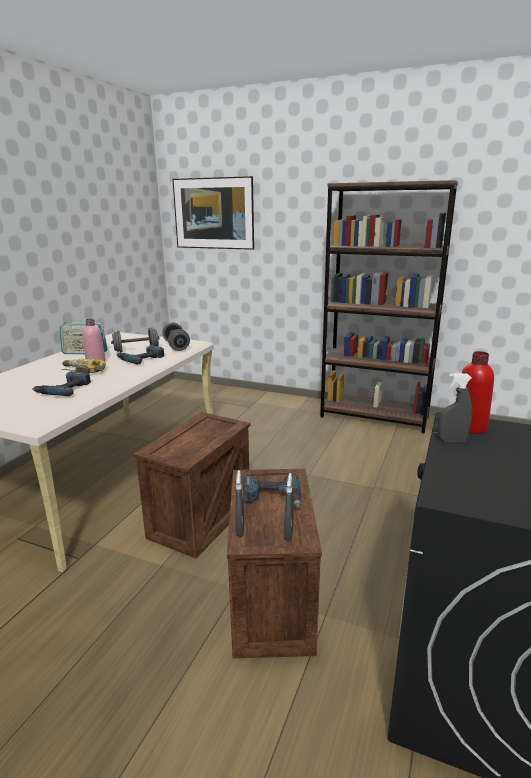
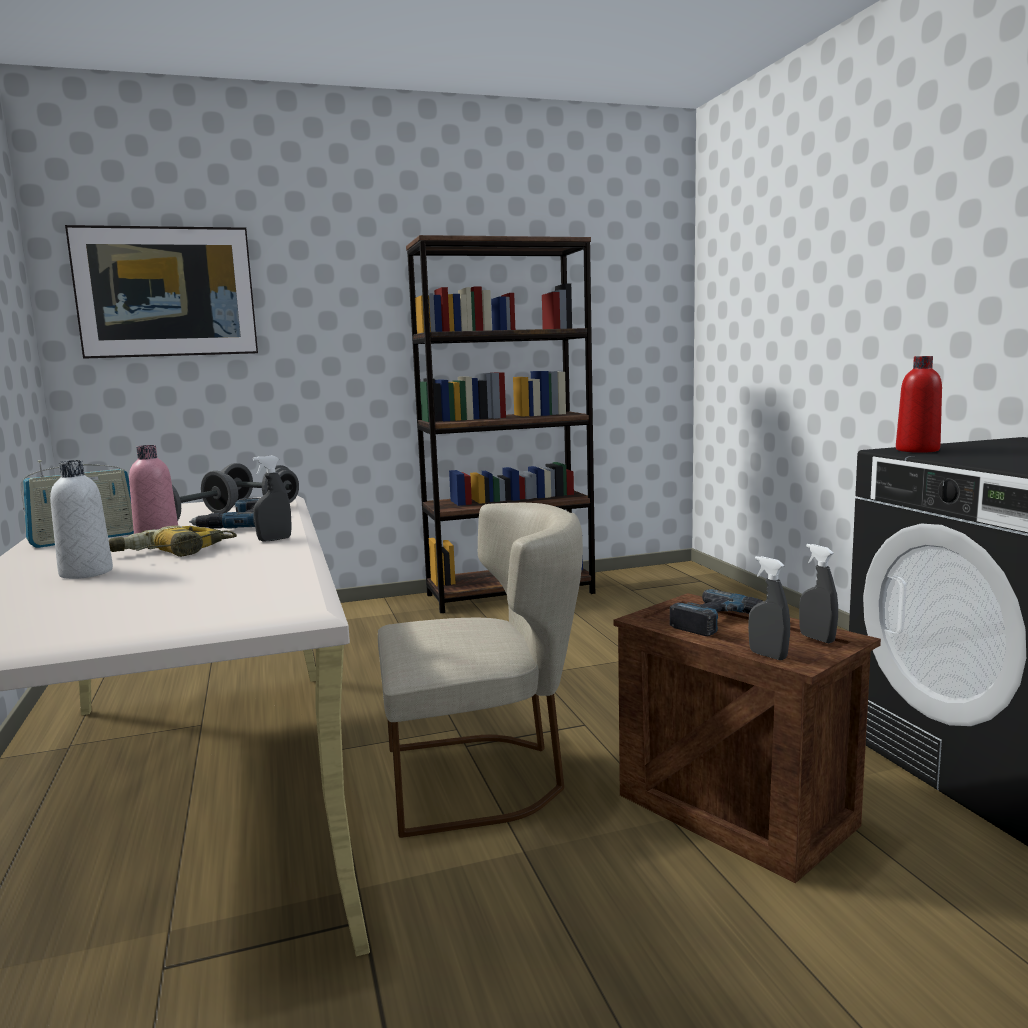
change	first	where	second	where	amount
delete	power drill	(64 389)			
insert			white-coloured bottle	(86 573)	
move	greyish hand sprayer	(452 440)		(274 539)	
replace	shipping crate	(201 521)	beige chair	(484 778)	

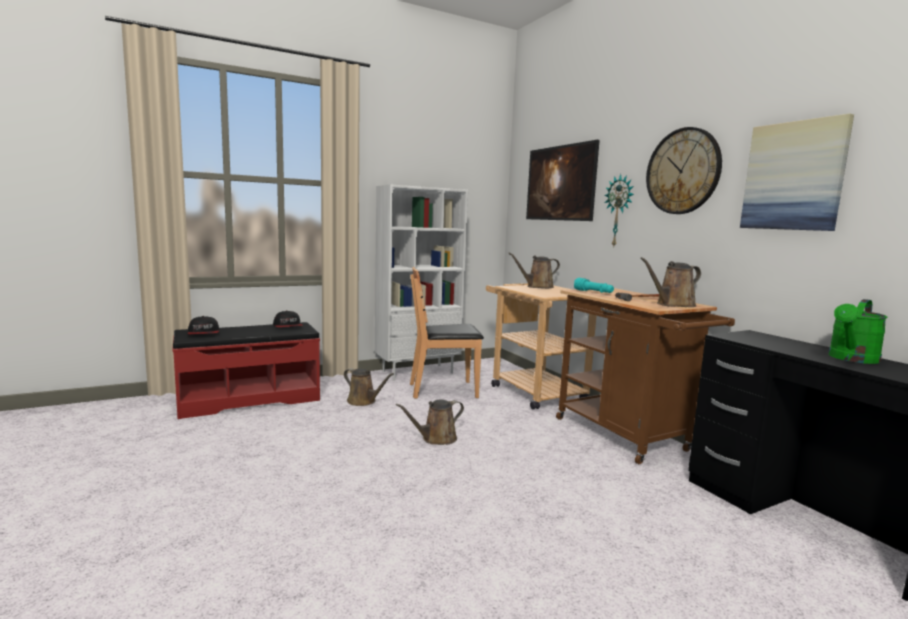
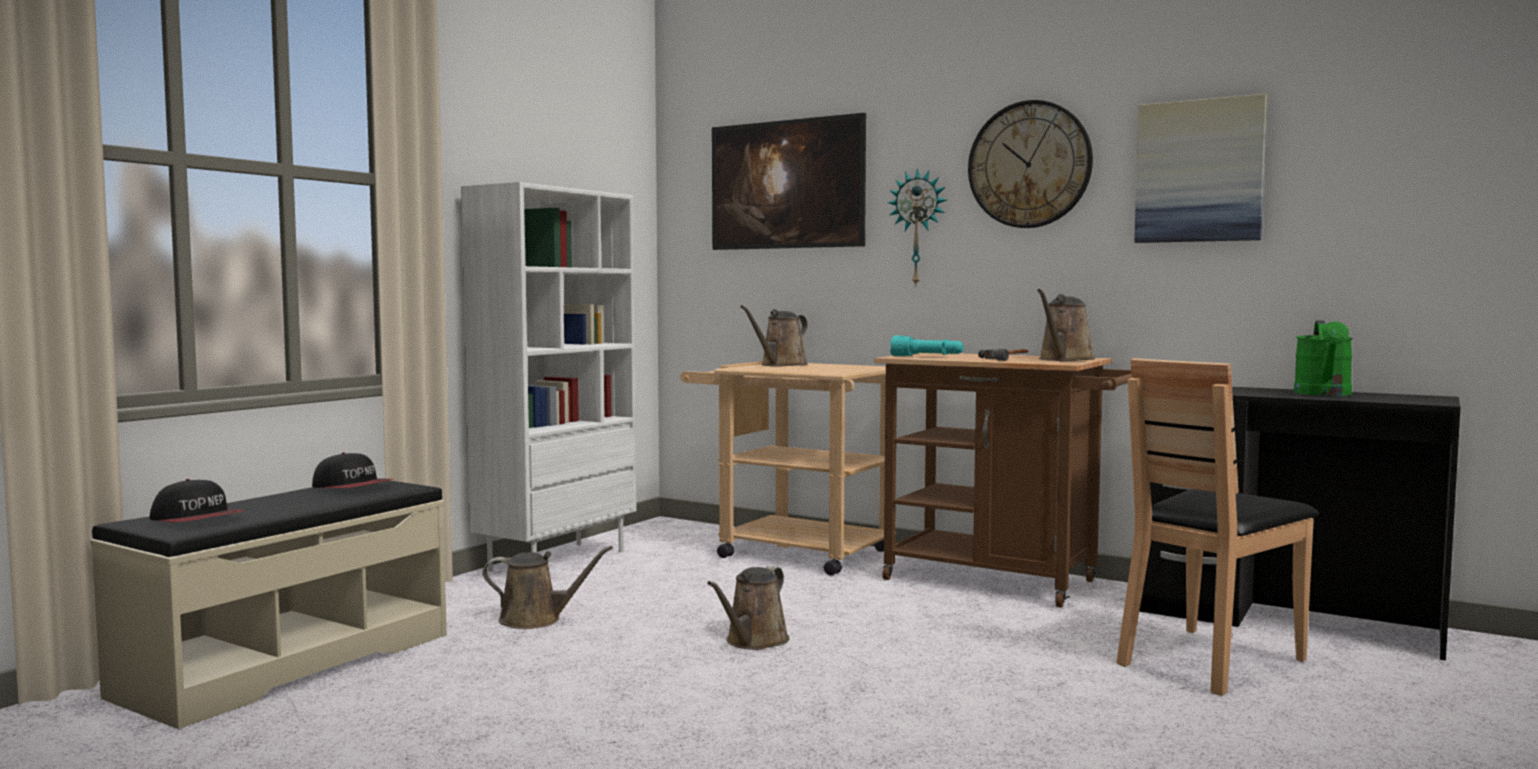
change	first	where	second	where	amount
move	brown chair	(444 390)		(1209 660)	
recolor	red indoor bench	(249 399)	beige indoor bench	(286 664)	

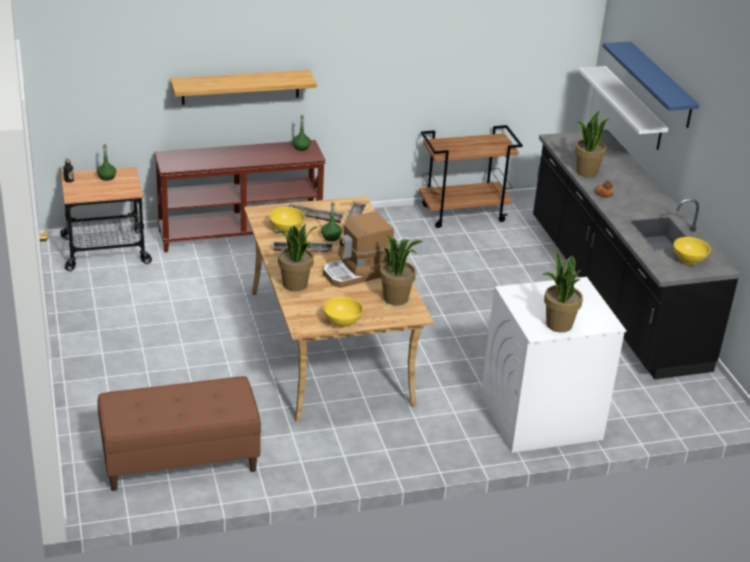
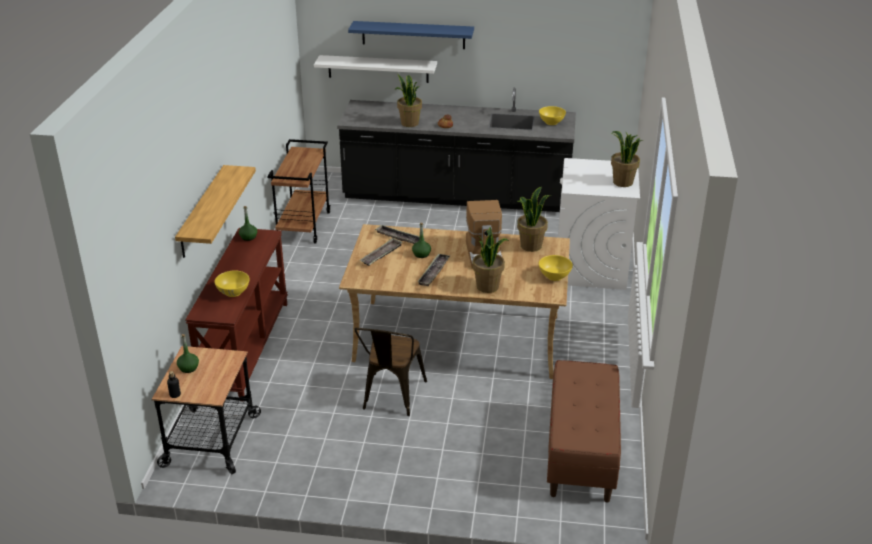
change	first	where	second	where	amount
insert			brown chair	(391 398)	
move	yellowish bowl	(286 229)		(233 292)	

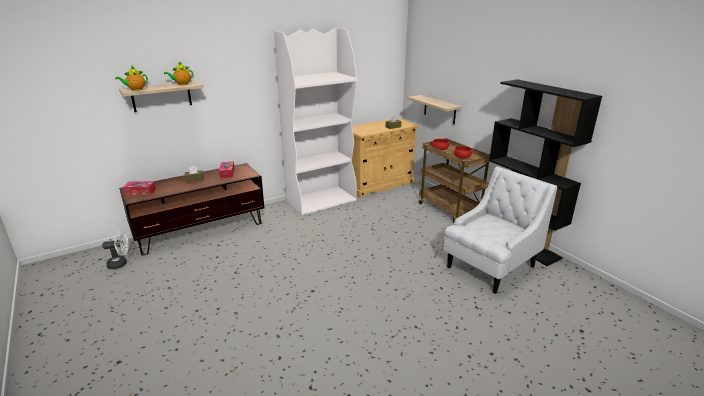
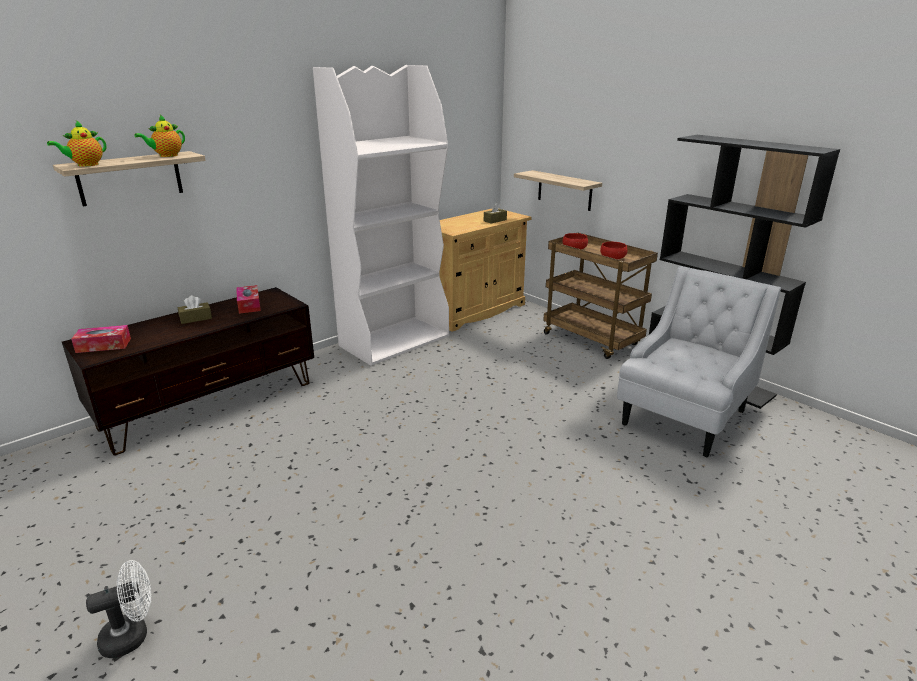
change	first	where	second	where	amount
move	white-coloured electric fan	(120 263)		(132 635)	

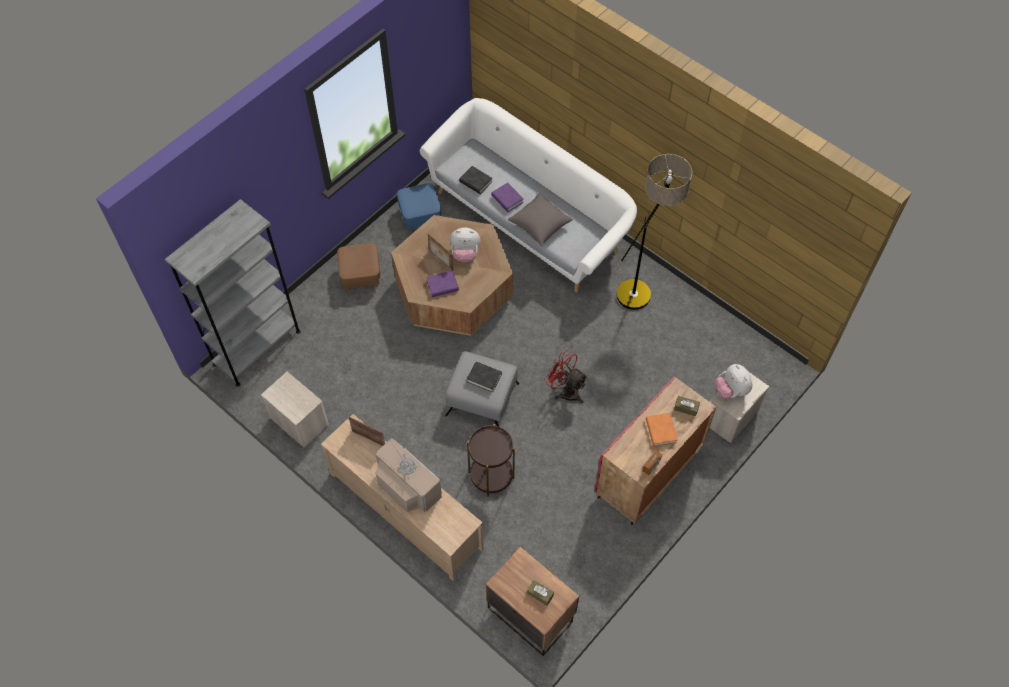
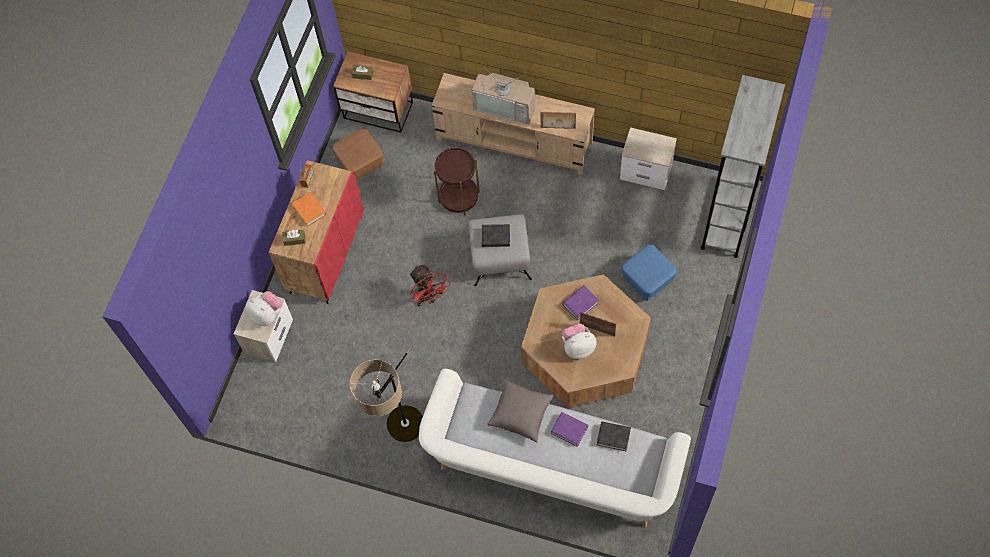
change	first	where	second	where	amount
move	brown ottoman	(361 275)		(360 163)	
move	blue ottoman	(420 216)		(647 280)	
rotate	red electric fan	(565 390)		(429 297)	45 degrees clockwise

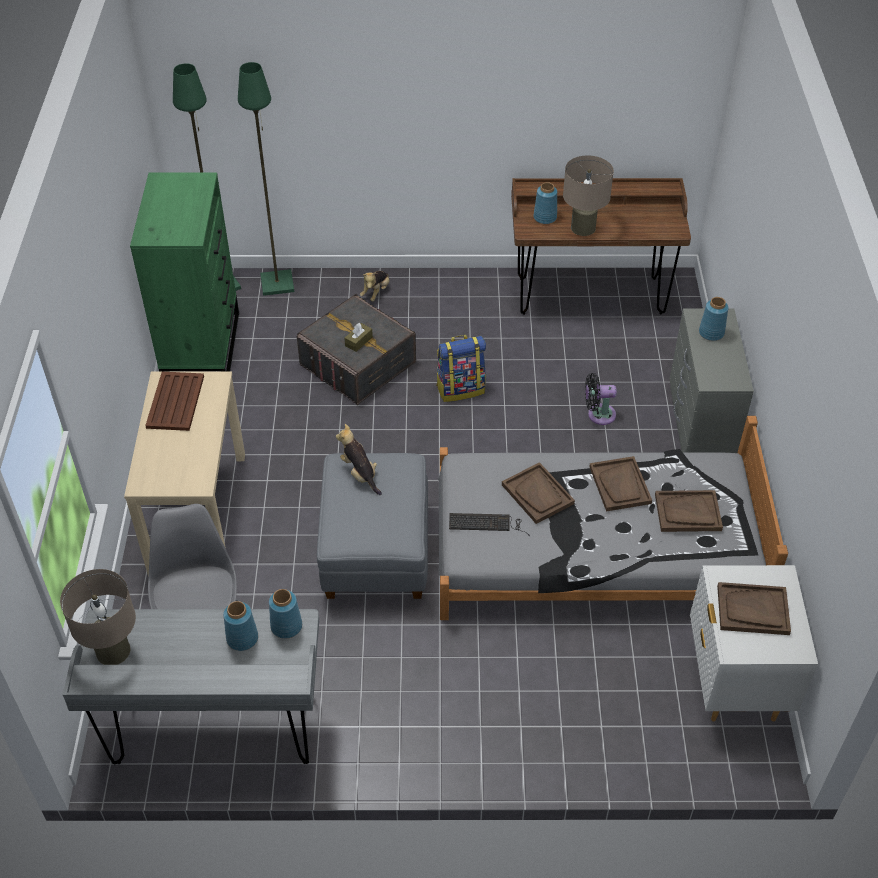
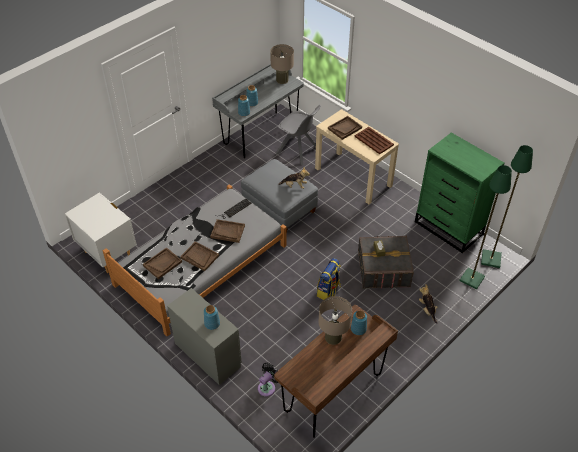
change	first	where	second	where	amount
move	black electric fan	(598 414)		(268 387)	
move	brown serving tray	(752 610)		(344 128)	

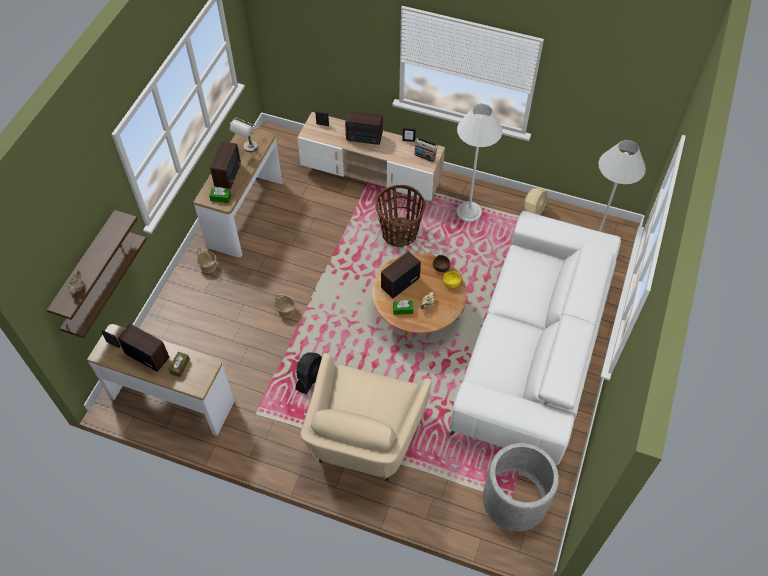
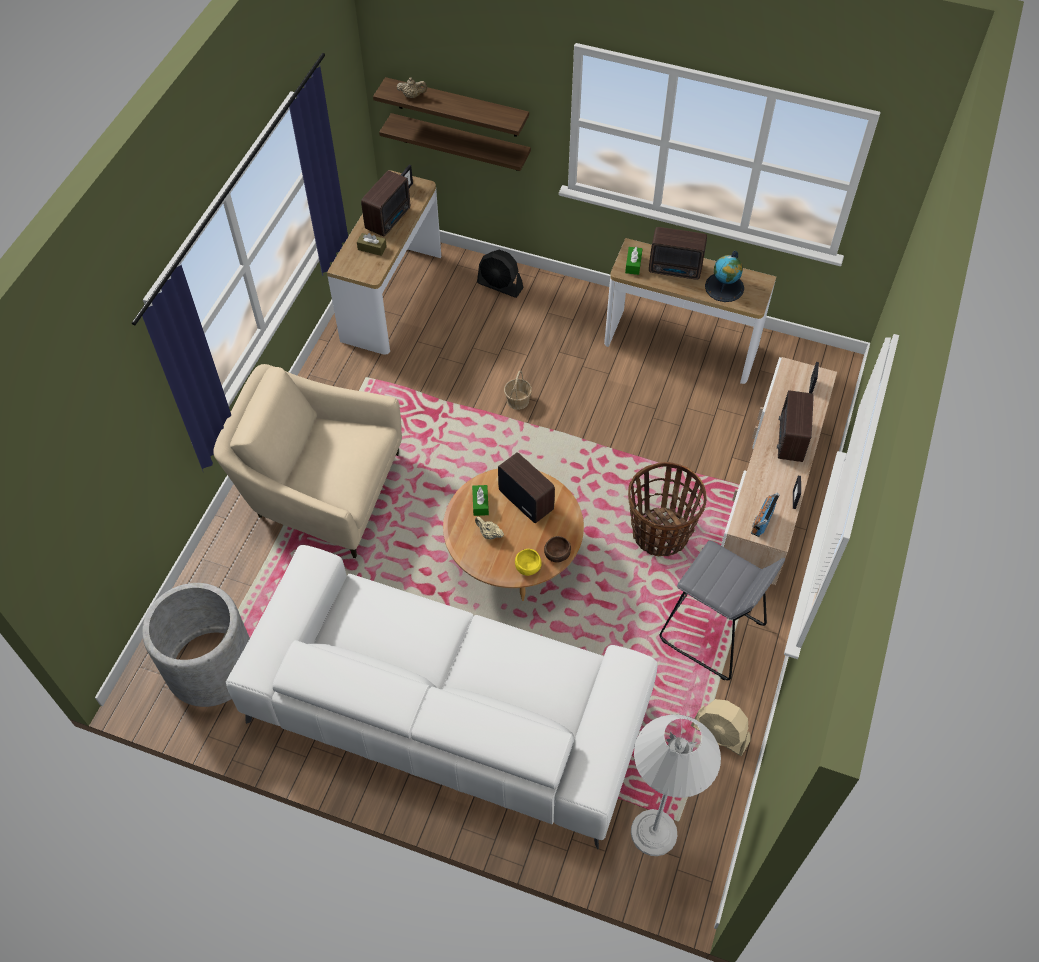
change	first	where	second	where	amount
delete	household basket	(208 266)			
move	black electric fan	(310 377)		(500 286)	
replace	greyish lamp for a table	(248 150)	desk globe	(724 287)	
replace	white-coloured standing lamp	(469 212)	greyish stool seat	(712 633)	

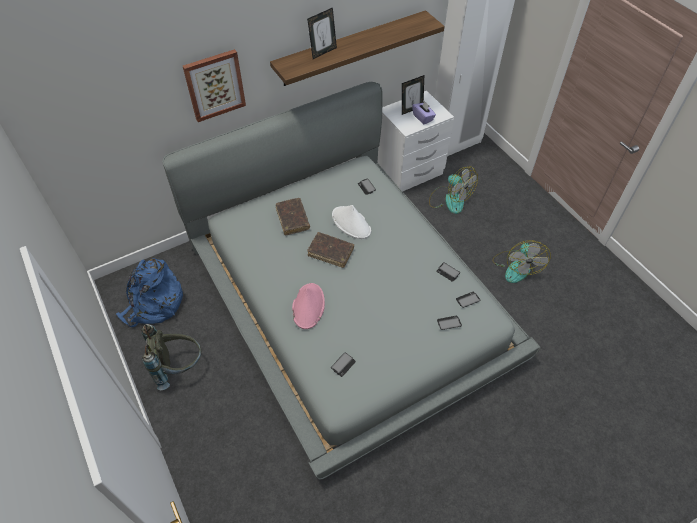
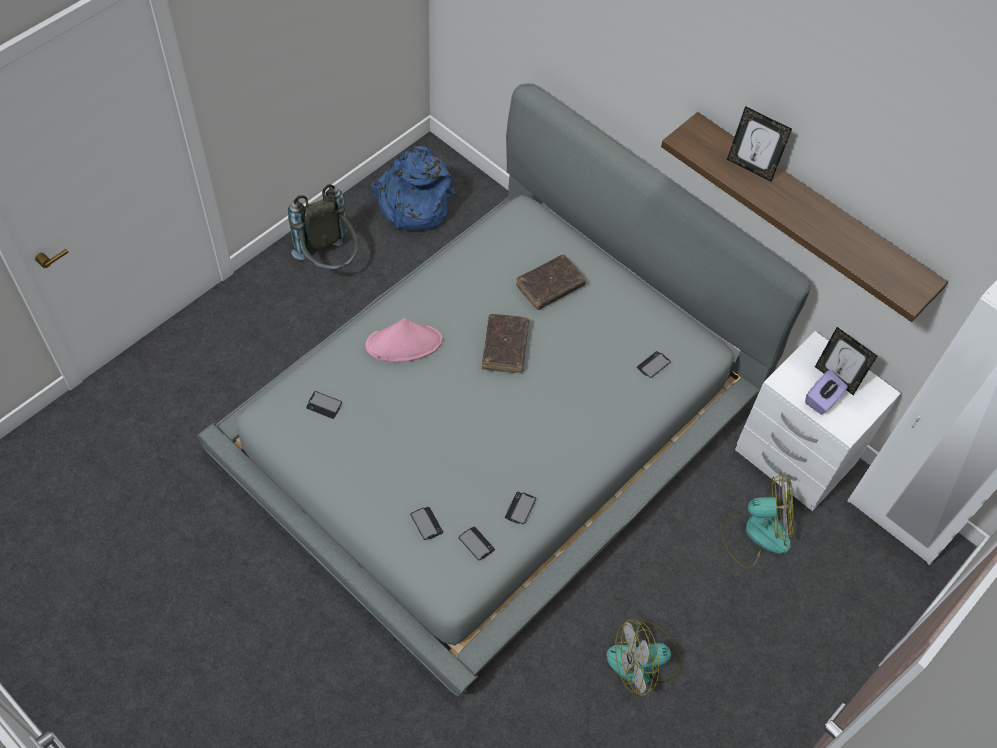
change	first	where	second	where	amount
delete	picture	(214 85)			
delete	white-coloured clothing hat	(351 223)			
rotate	electric fan	(450 199)		(755 533)	120 degrees counterclockwise

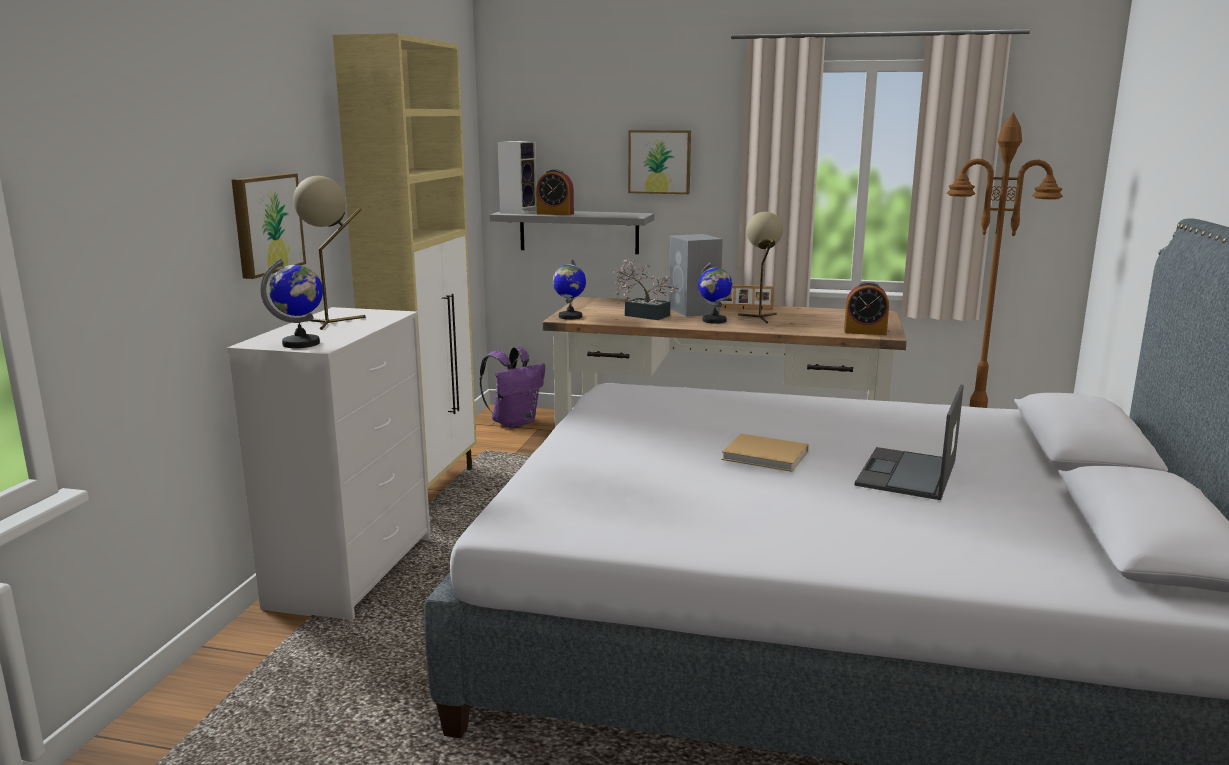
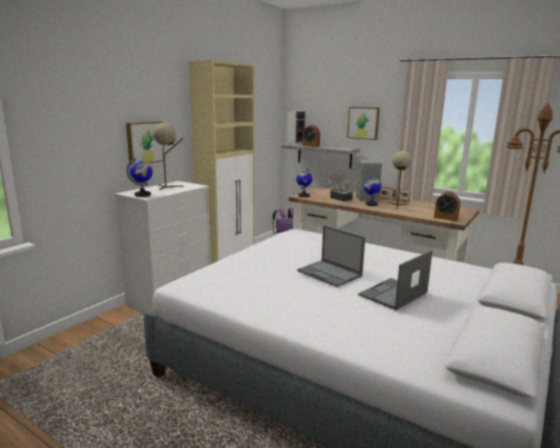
change	first	where	second	where	amount
replace	beige book	(767 456)	laptop	(330 273)	

